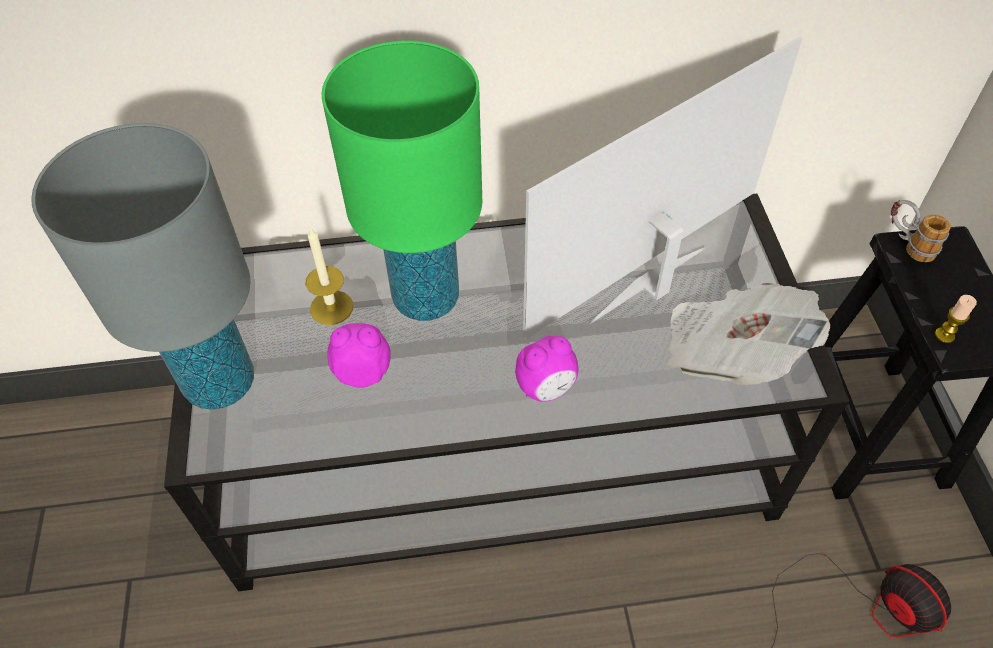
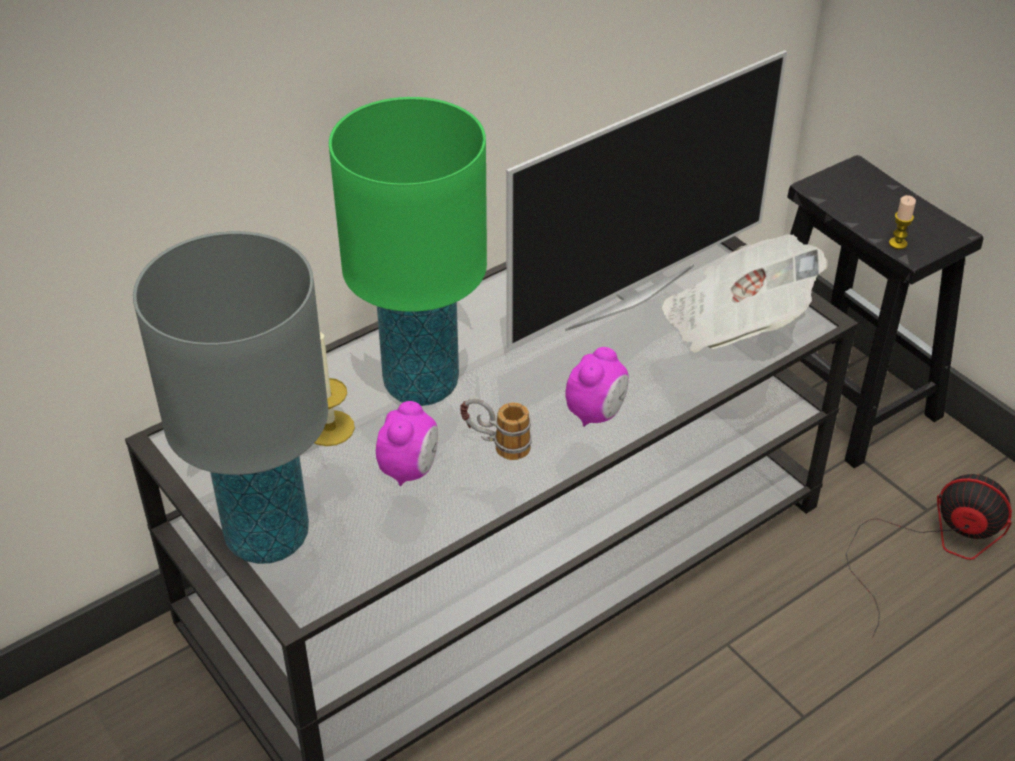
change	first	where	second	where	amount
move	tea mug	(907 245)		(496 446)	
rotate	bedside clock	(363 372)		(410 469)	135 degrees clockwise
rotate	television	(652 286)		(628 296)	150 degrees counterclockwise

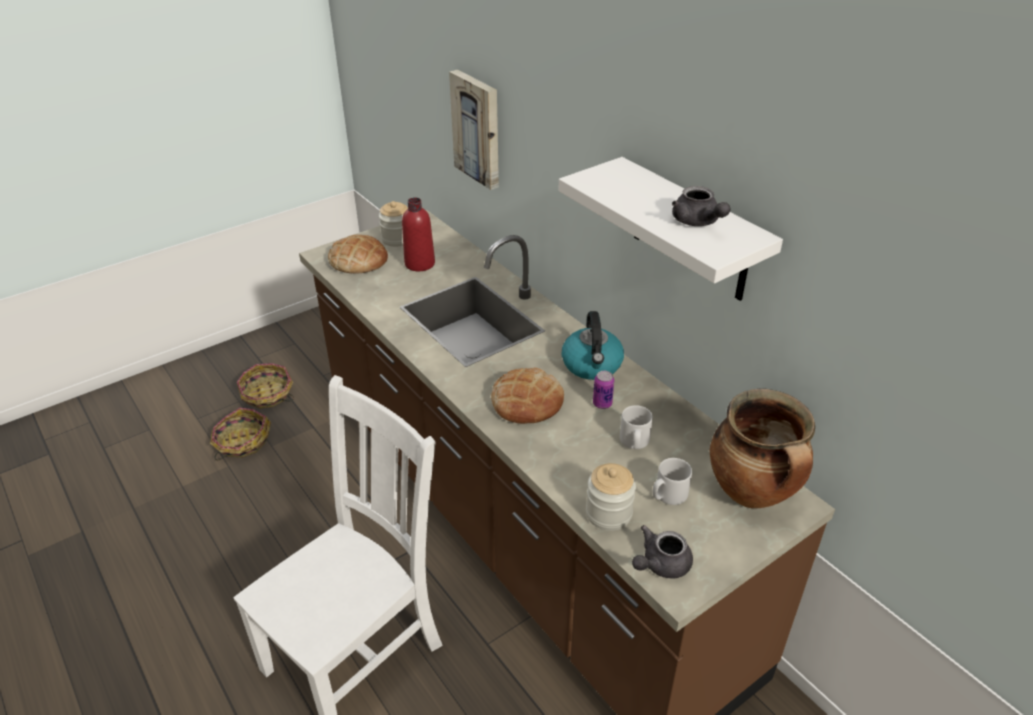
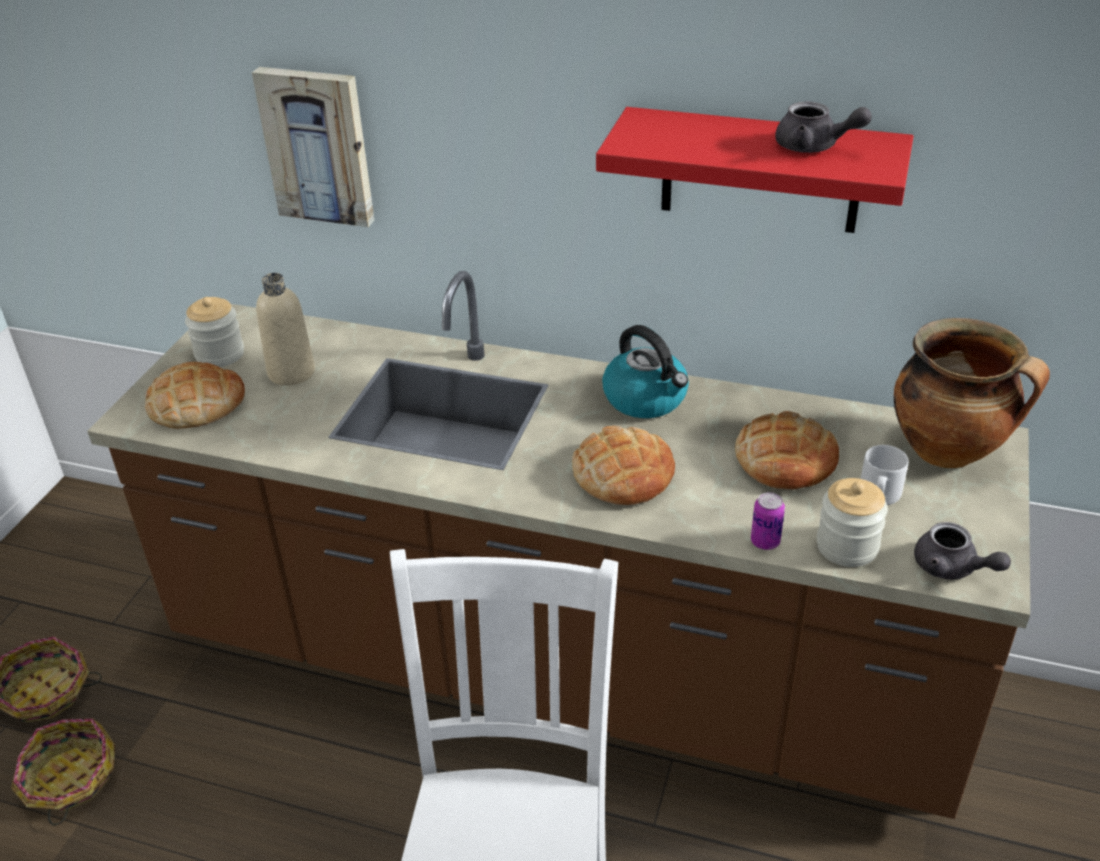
change	first	where	second	where	amount
move	metal can	(602 404)		(765 542)	
replace	greyish tea mug	(634 442)	bread	(785 459)	
recolor	red bottle	(419 264)	beige bottle	(291 372)	
recolor	white-coloured shelf	(690 231)	red shelf	(760 171)	
rotate	greyish tea pot	(660 564)		(952 568)	60 degrees counterclockwise

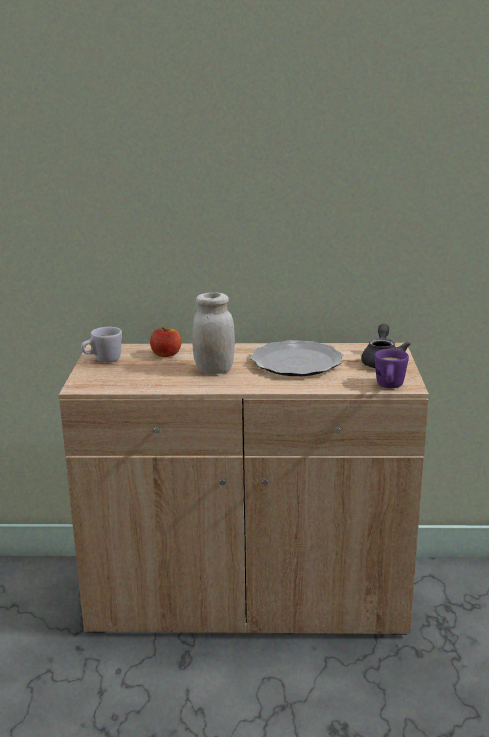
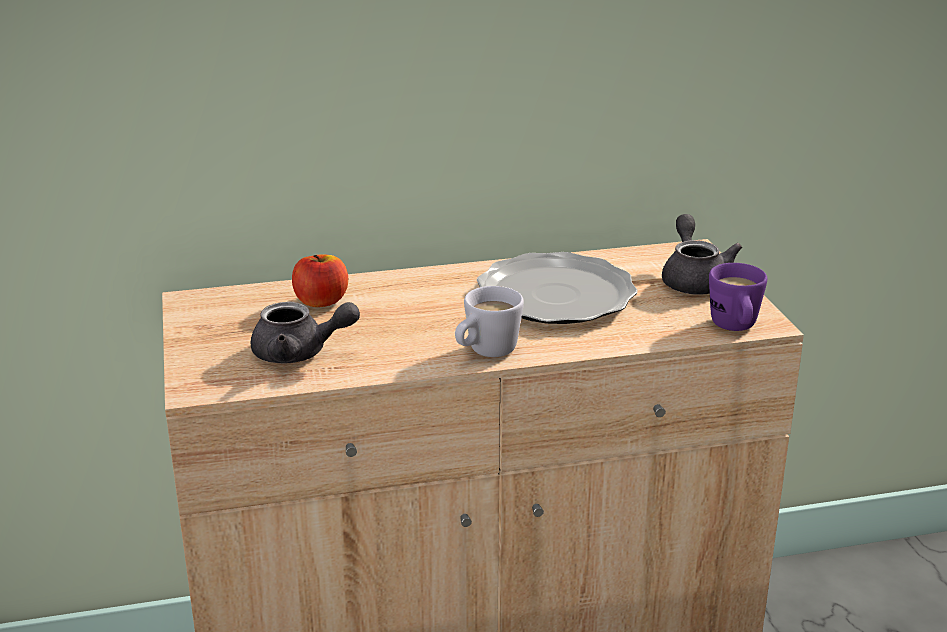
change	first	where	second	where	amount
delete	white-coloured storage jar	(214 370)			
insert			greyish tea pot	(299 353)	
move	white-coloured tea mug	(102 360)		(485 353)	

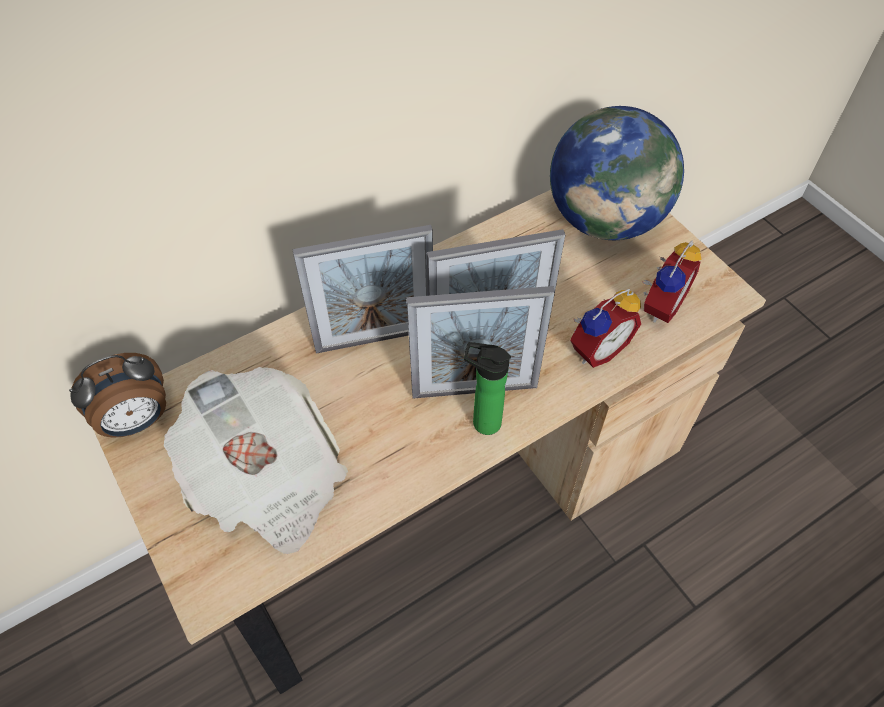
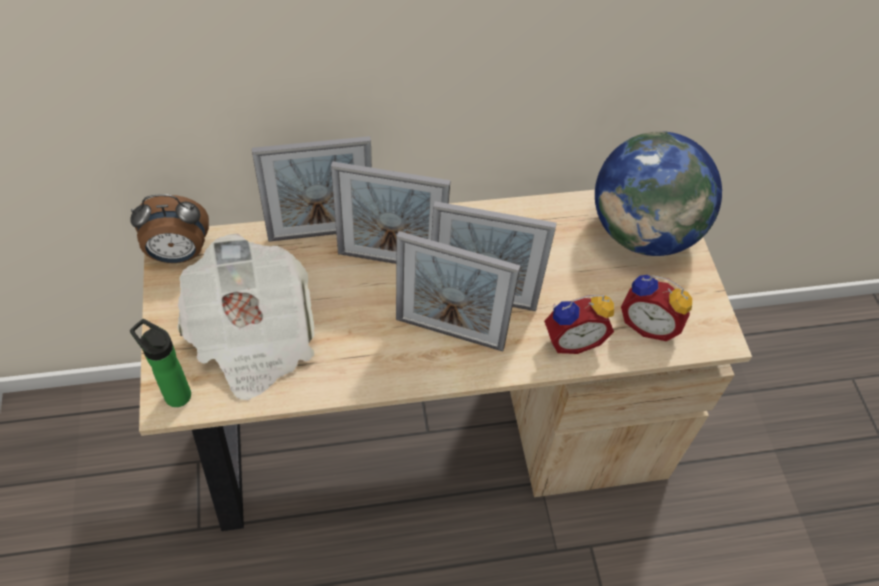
change	first	where	second	where	amount
insert			picture frame	(321 233)	
move	bottle	(482 422)		(174 393)	
rotate	bedside clock	(659 305)		(649 324)	60 degrees clockwise

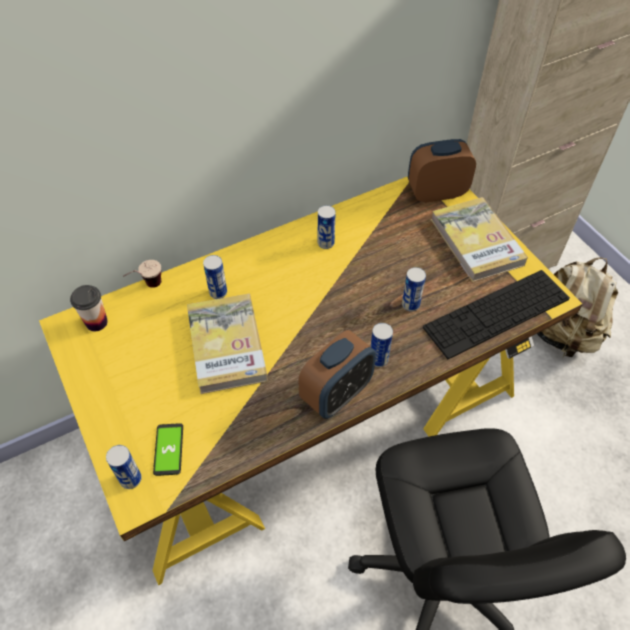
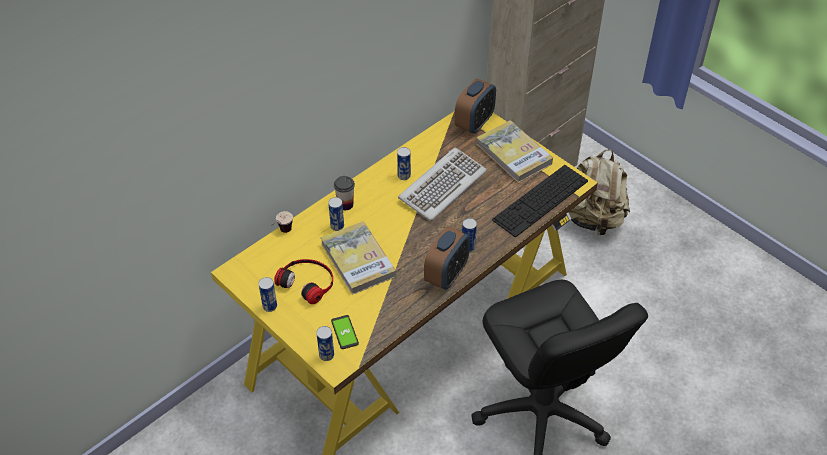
change	first	where	second	where	amount
insert			headphones	(307 281)	
insert			PC keyboard	(442 186)	
move	small cup	(96 322)		(345 204)	
move	metal can	(410 304)		(270 306)	
rotate	bedside clock	(436 193)		(474 123)	150 degrees clockwise

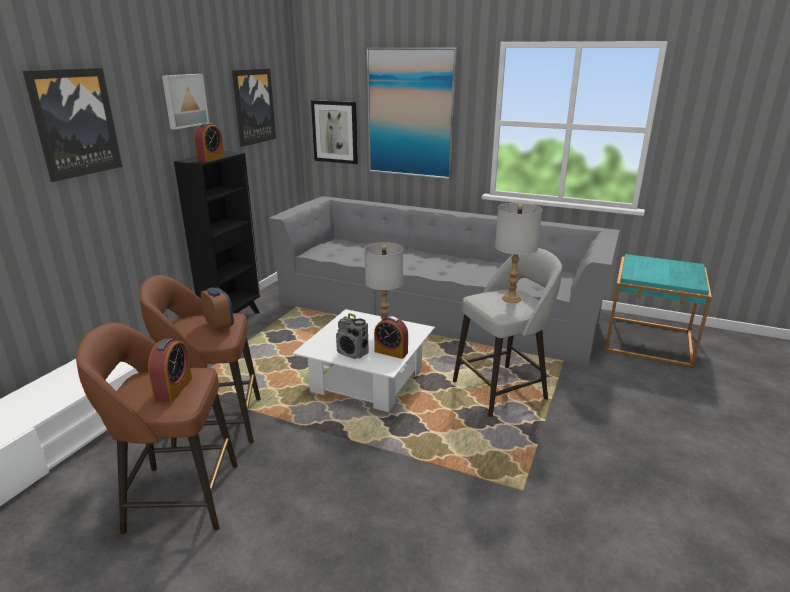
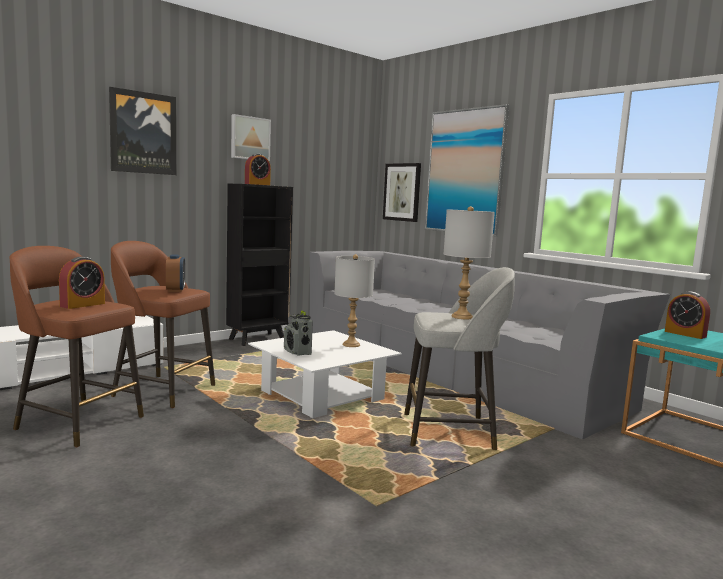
change	first	where	second	where	amount
delete	picture	(253 106)			
move	bedside clock	(391 352)		(685 334)	

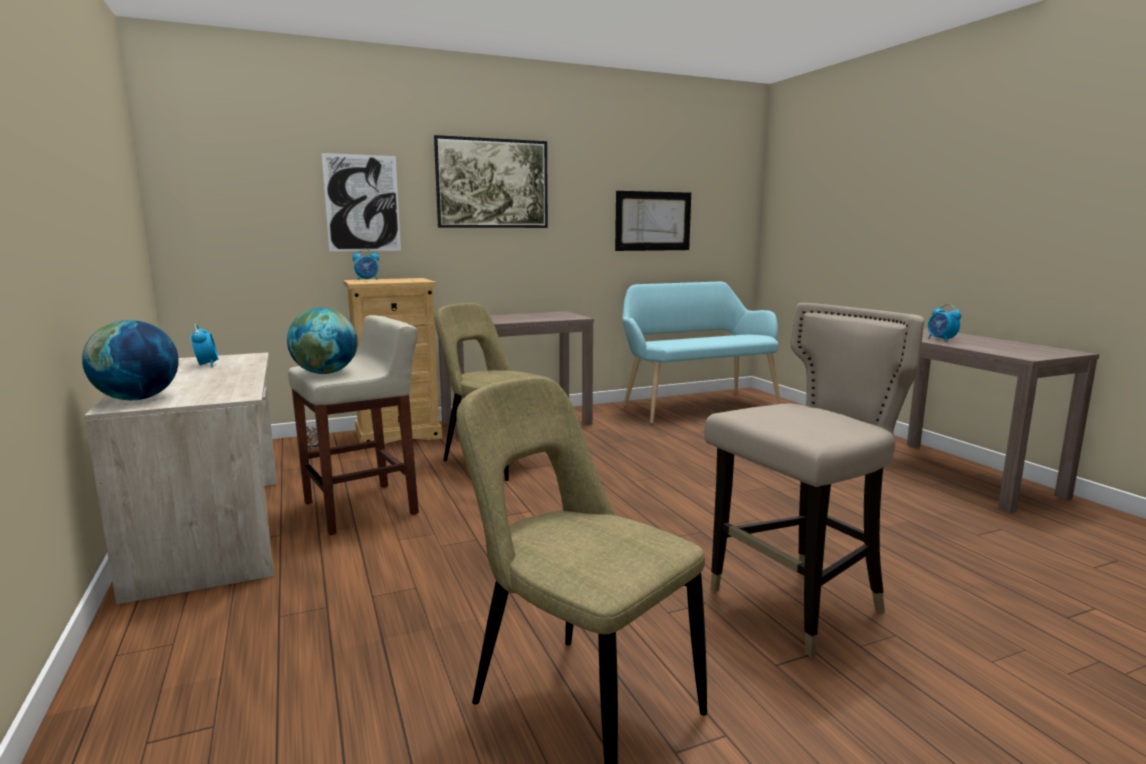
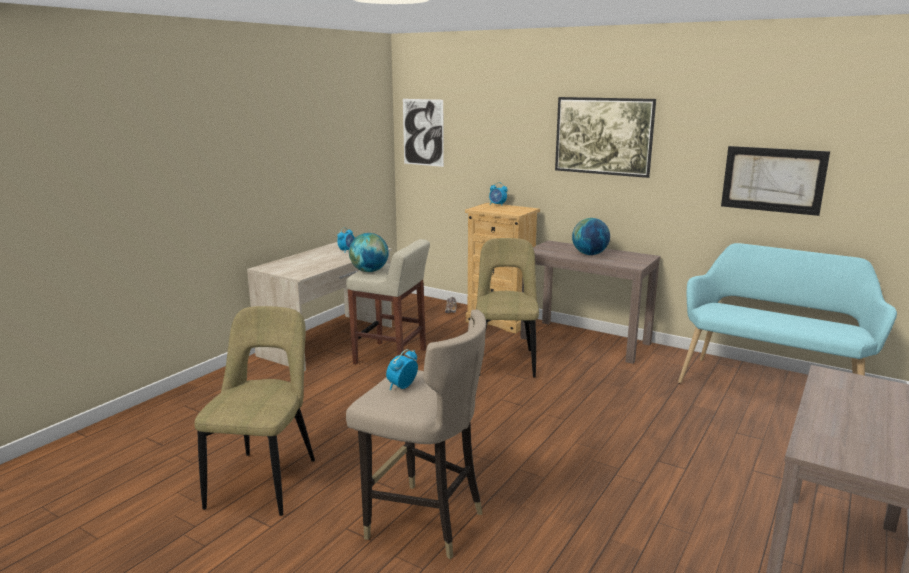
change	first	where	second	where	amount
move	desk globe	(137 399)		(589 254)	
move	picture	(362 203)		(423 132)	
move	bedside clock	(941 340)		(402 387)	

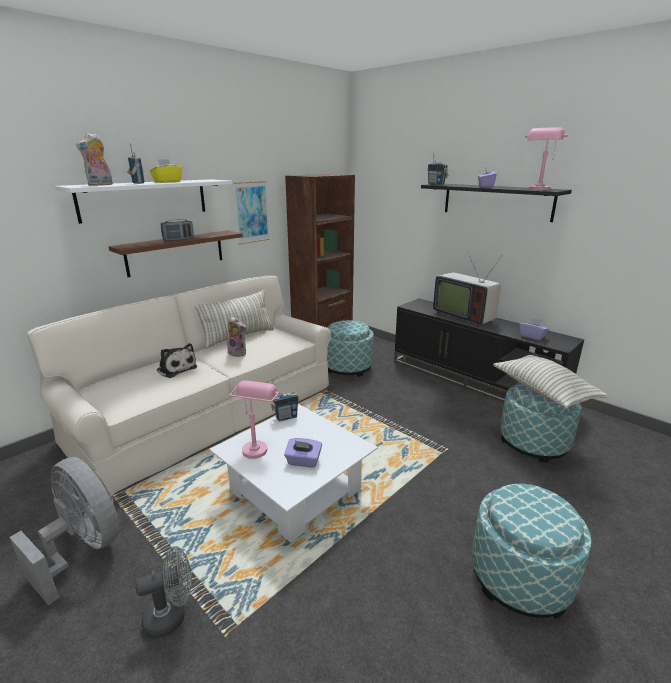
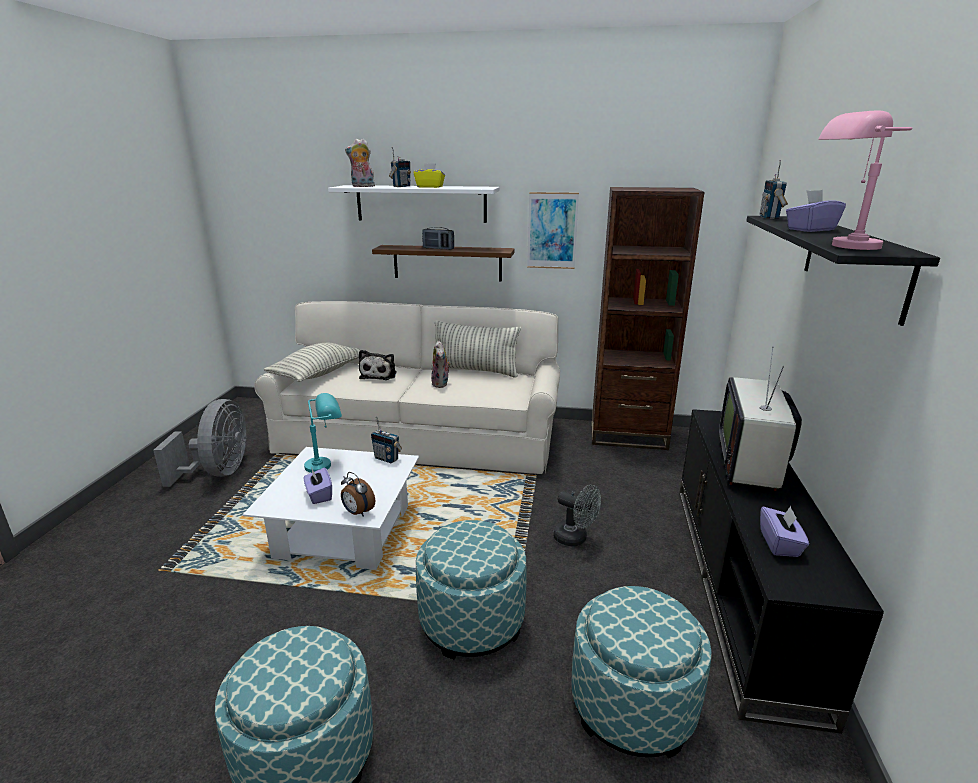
change	first	where	second	where	amount
insert			bedside clock	(357 512)	
move	greyish electric fan	(172 615)		(575 538)	
move	ottoman	(348 367)		(472 621)	
move	pillow	(543 391)		(319 374)	
recolor	pink lamp for a table	(257 445)	turquoise-coloured lamp for a table	(327 464)	

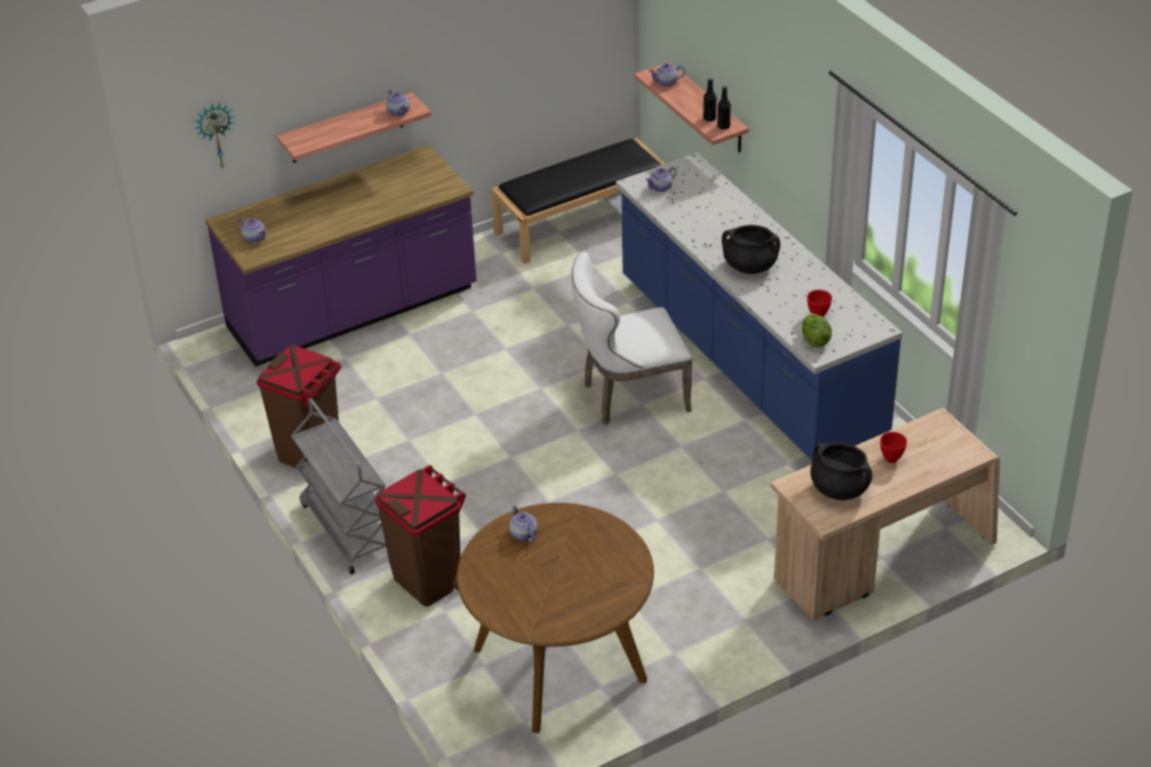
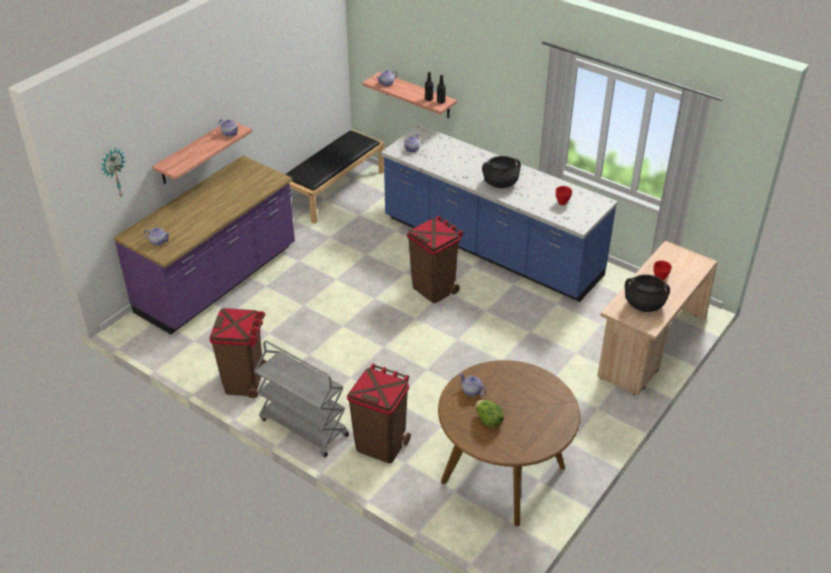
change	first	where	second	where	amount
move	lettuce	(814 340)		(488 420)	
replace	white-coloured chair	(629 397)	brown trash can	(433 289)	

